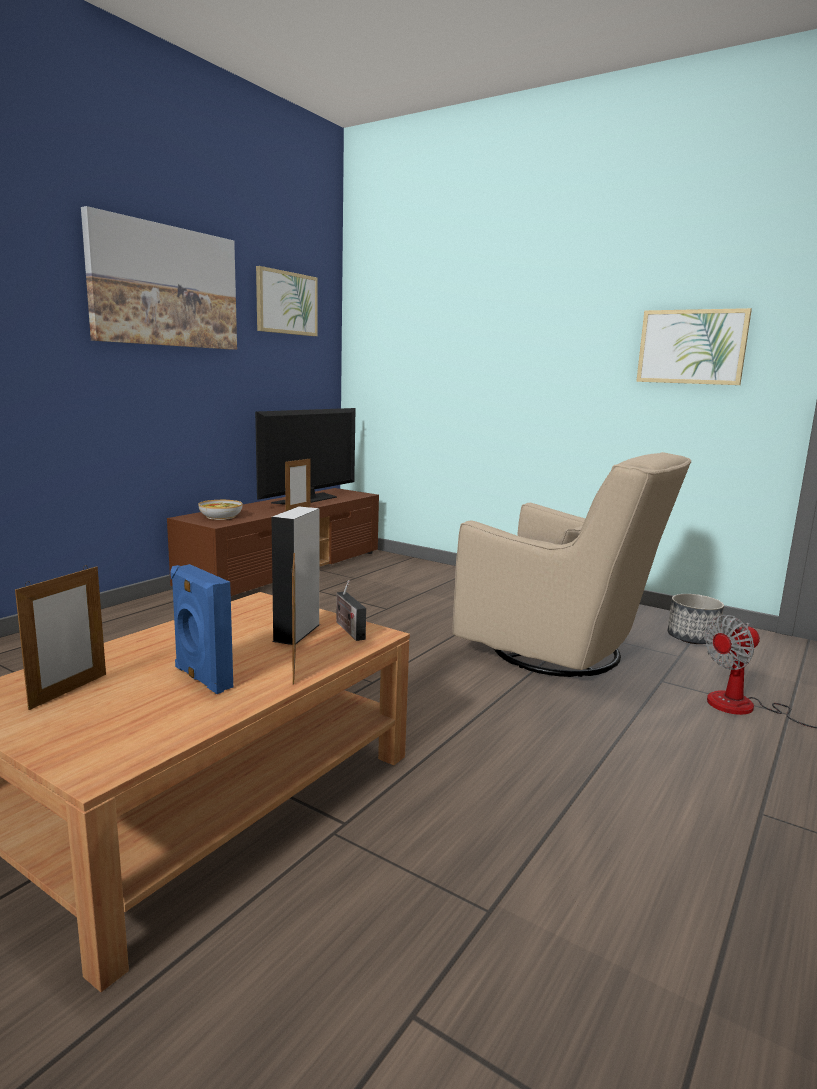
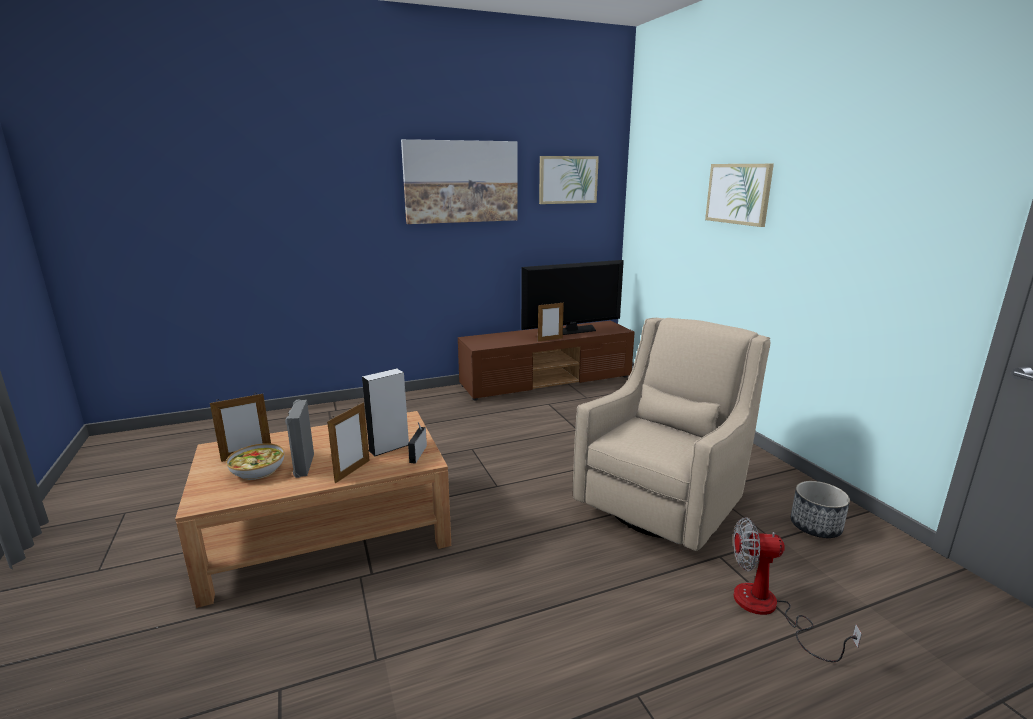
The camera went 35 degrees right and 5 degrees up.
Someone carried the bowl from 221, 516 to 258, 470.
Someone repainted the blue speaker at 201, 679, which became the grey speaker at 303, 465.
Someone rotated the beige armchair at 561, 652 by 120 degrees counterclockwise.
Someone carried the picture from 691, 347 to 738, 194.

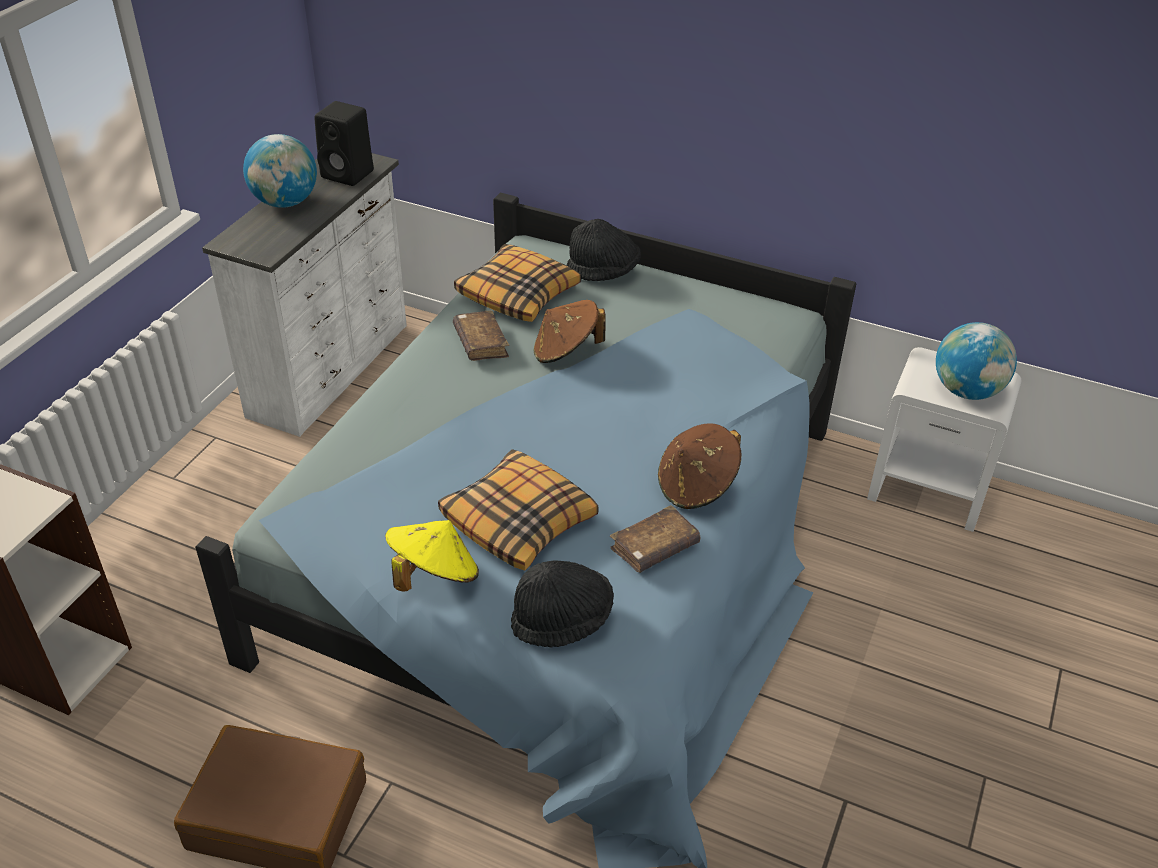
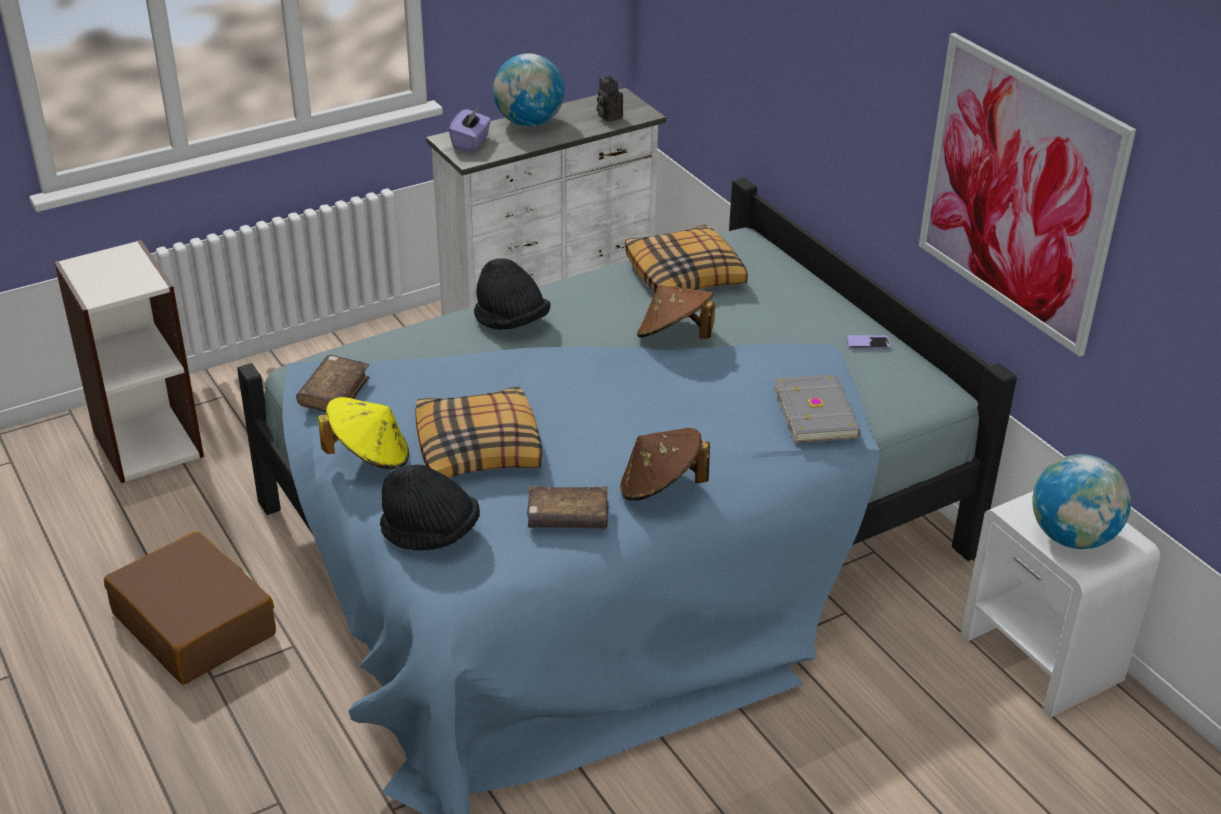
The camera went 35 degrees right and 5 degrees down.
Someone carried the brown book from 481, 343 to 334, 393.
Someone put down the purple tissue box at 471, 143.
Someone carried the black hat from 603, 272 to 511, 322.
Someone swapped the black speaker at 349, 174 for the photo camera at 608, 116.
Someone put down the grey book at 817, 412.
Someone put down the phone at 868, 344.
Someone put up the picture at 1019, 192.

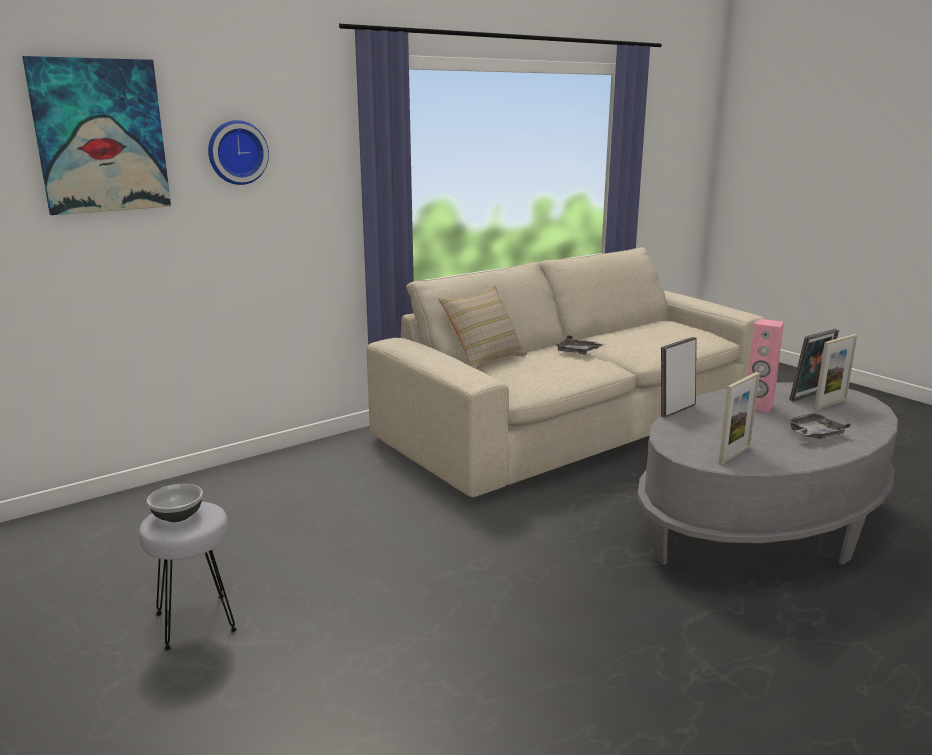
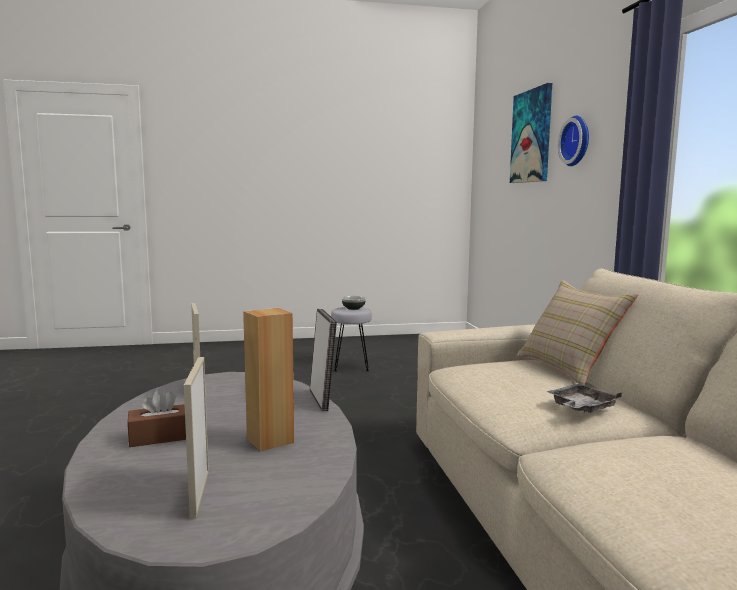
The camera went 115 degrees right and 10 degrees down.
Someone swapped the grey tray at 813, 434 for the brown tissue box at 161, 437.
Someone repainted the pink speaker at 758, 406, which became the brown speaker at 270, 441.
Someone took away the picture frame at 809, 397.

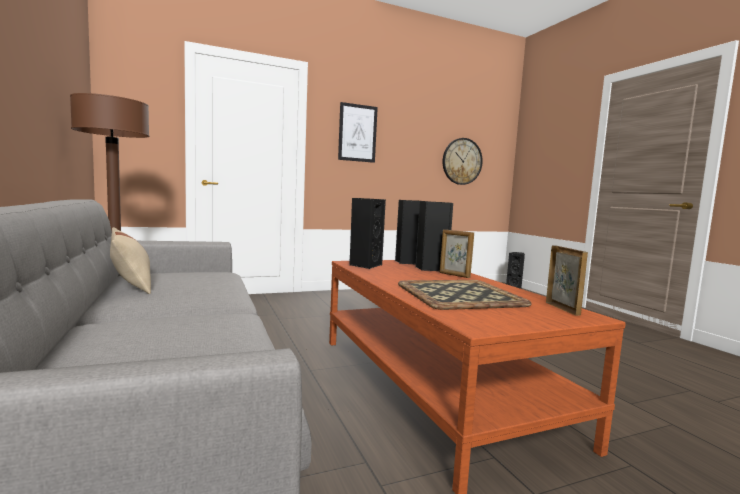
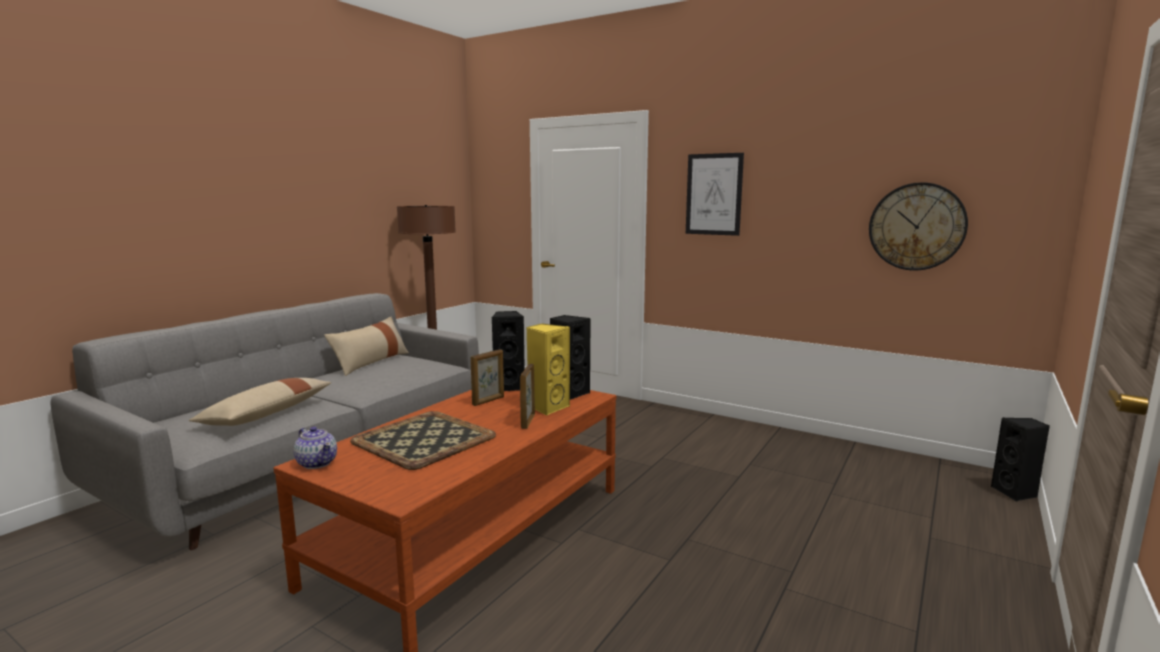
The camera went 55 degrees right and 5 degrees up.
Someone put down the beige pillow at 267, 414.
Someone put down the teapot at 317, 463.
Someone carried the picture frame from 562, 308 to 489, 401.
Someone repainted the black speaker at 430, 268, which became the yellow speaker at 547, 407.

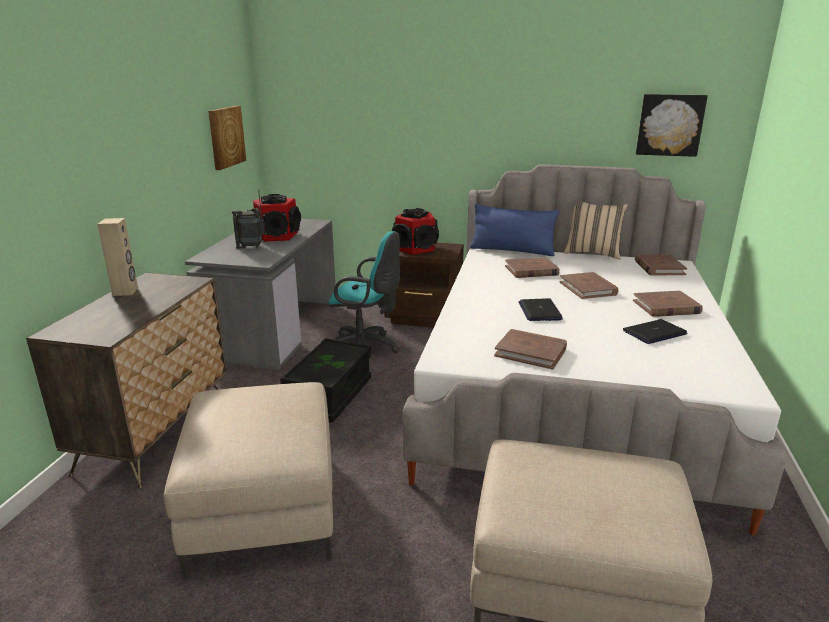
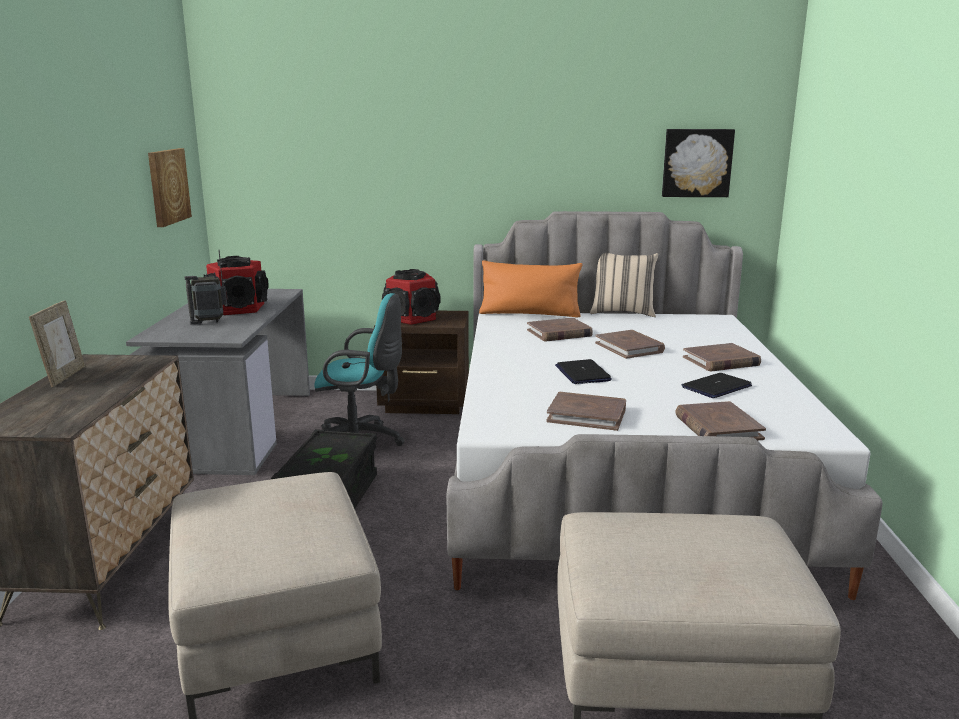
The camera went 10 degrees left and 5 degrees down.
Someone swapped the beige speaker at 125, 291 for the picture frame at 64, 376.
Someone repainted the blue pillow at 512, 250, which became the orange pillow at 529, 314.
Someone carried the brown book from 659, 267 to 717, 427.

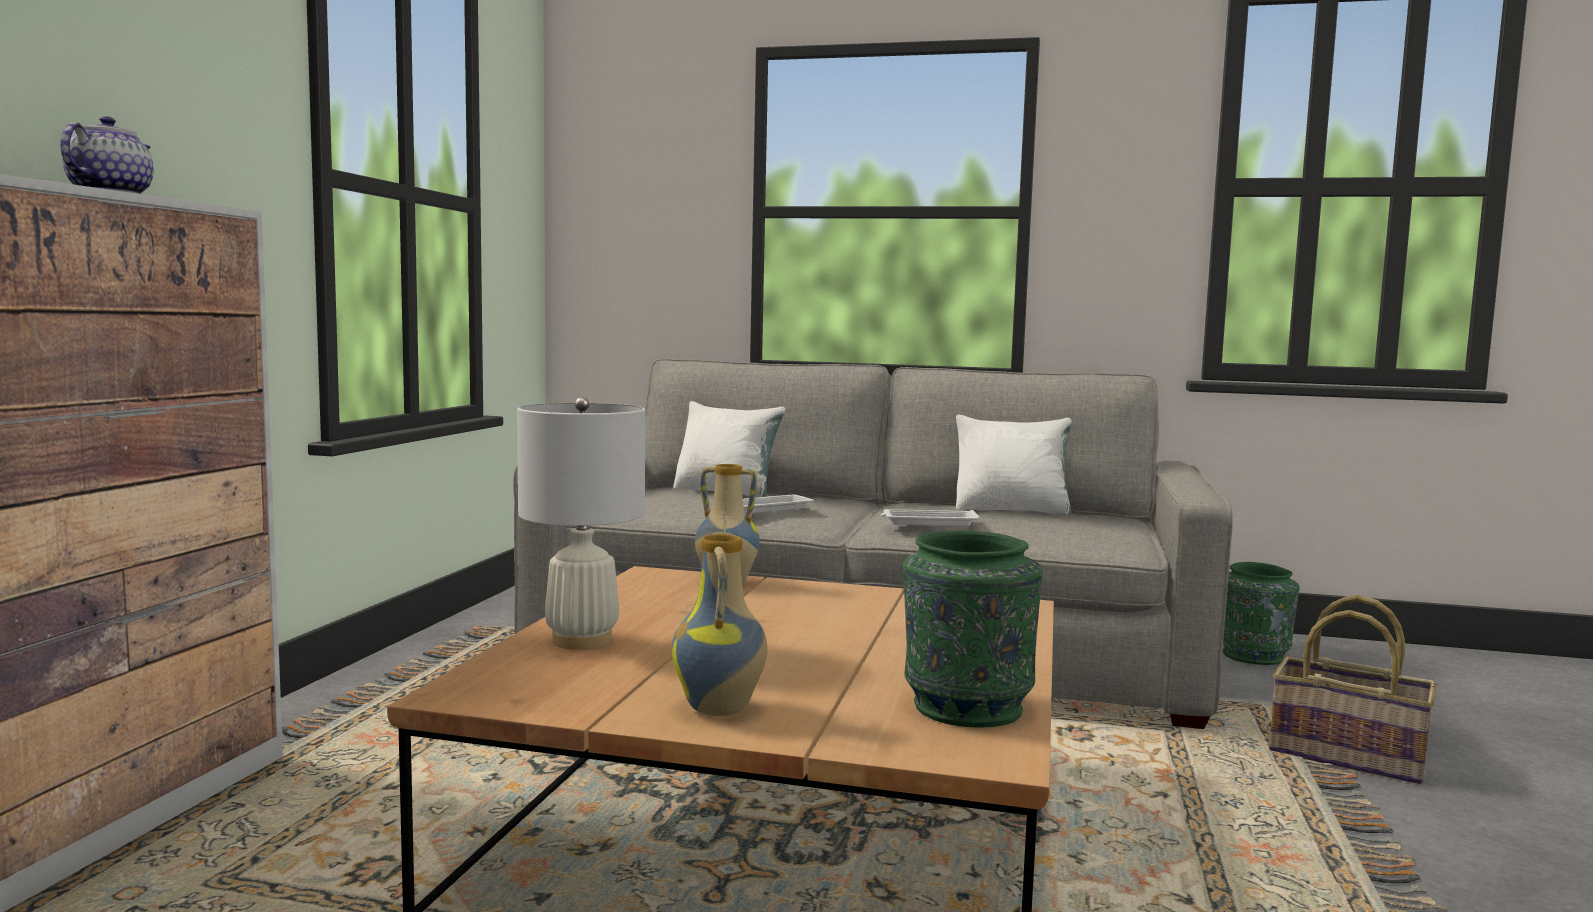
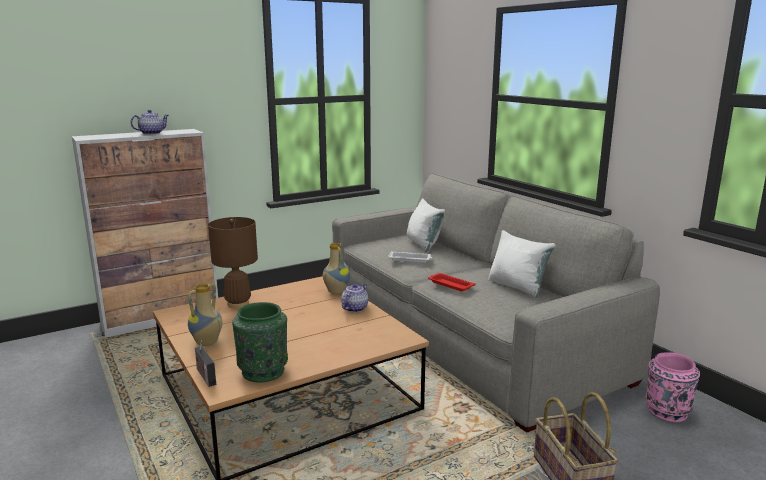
The camera went 45 degrees right and 10 degrees up.
Someone put down the radio at 205, 376.
Someone repainted the white table lamp at 582, 640, which became the brown table lamp at 238, 303.
Someone put down the teapot at 354, 308.
Someone repainted the white tray at 928, 522, which became the red tray at 450, 284.
Someone repainted the green vase at 1253, 657, which became the pink vase at 666, 412.

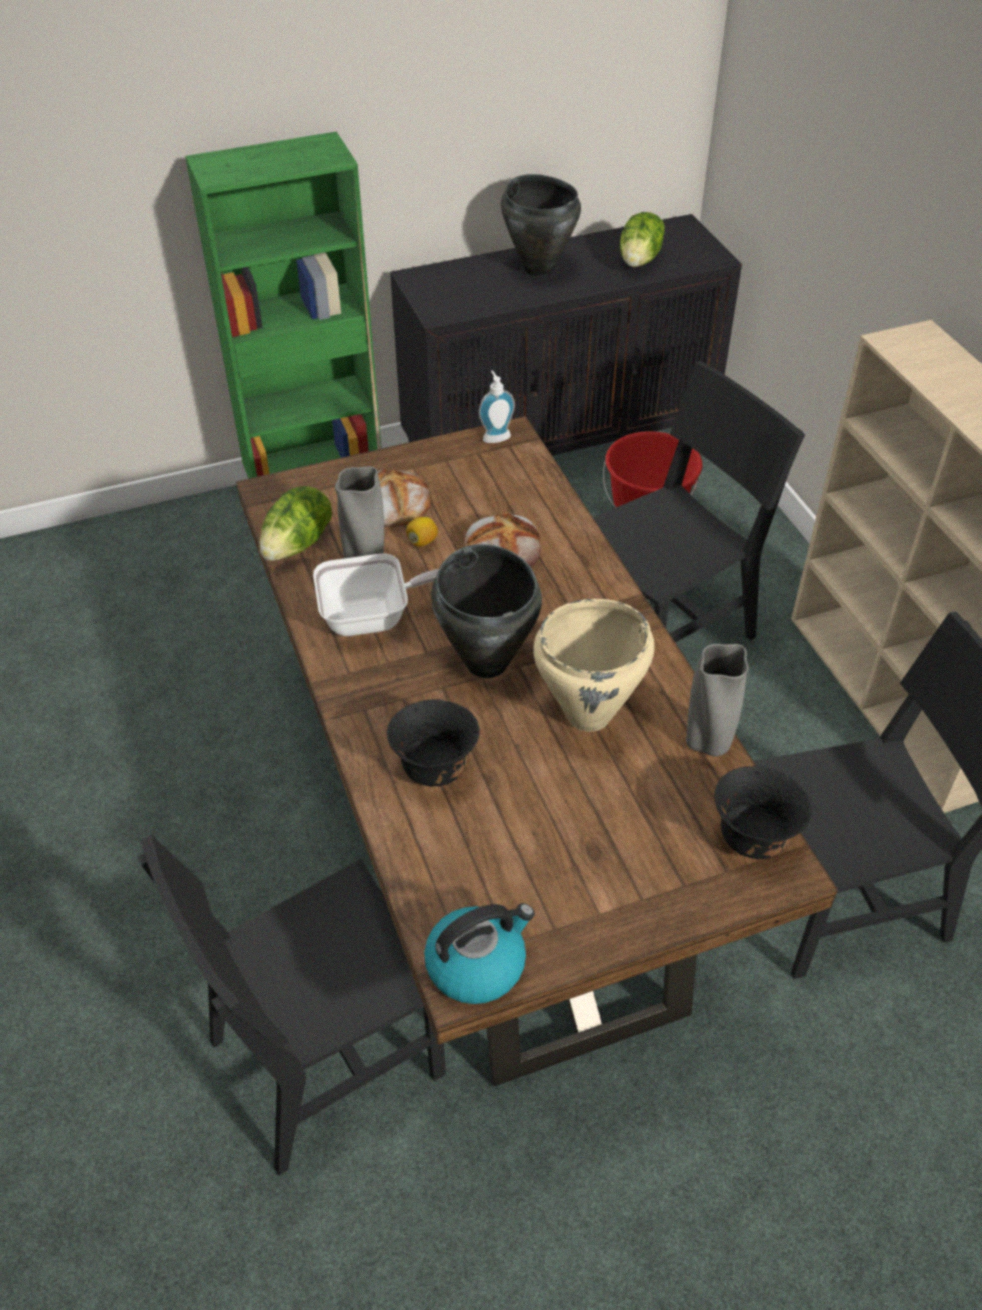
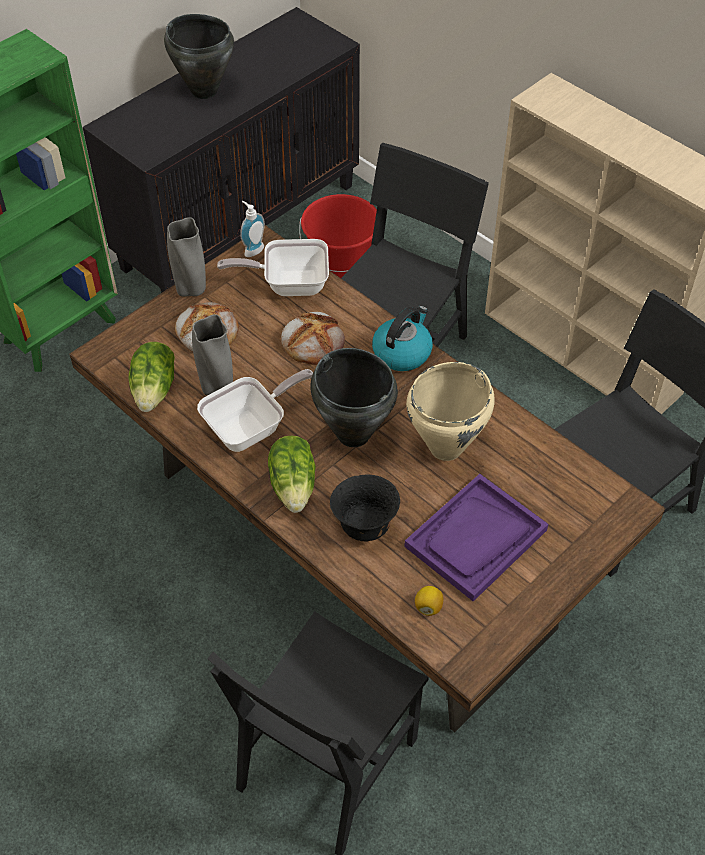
The camera went 25 degrees left and 5 degrees up.
Someone carried the grey vase from 707, 744 to 191, 290.
Someone put down the frying pan at 288, 284.
Someone carried the lettuce from 640, 260 to 294, 485.
Someone carried the kettle from 477, 964 to 402, 352.
Someone put down the purple tray at 476, 539.
Someone carried the lemon from 422, 541 to 428, 607.
Someone took away the black bowl at 752, 839.

